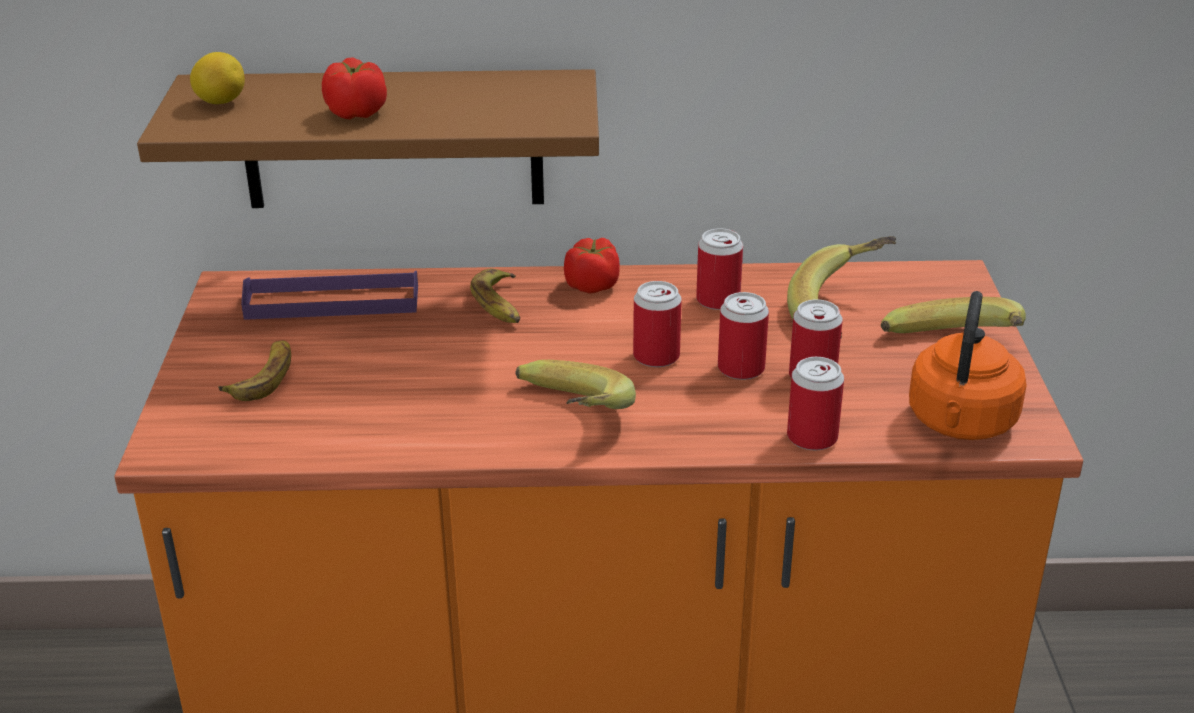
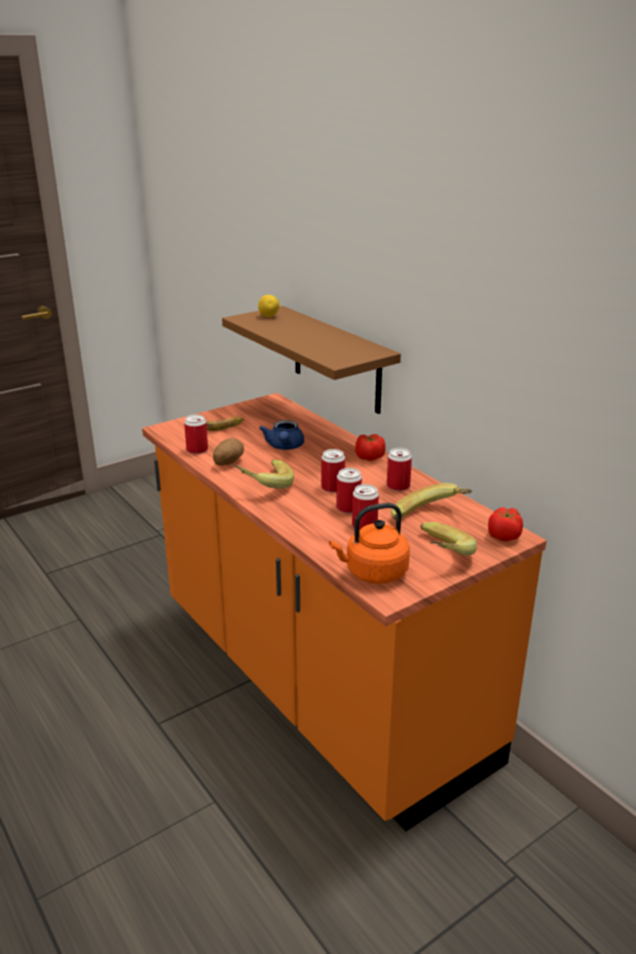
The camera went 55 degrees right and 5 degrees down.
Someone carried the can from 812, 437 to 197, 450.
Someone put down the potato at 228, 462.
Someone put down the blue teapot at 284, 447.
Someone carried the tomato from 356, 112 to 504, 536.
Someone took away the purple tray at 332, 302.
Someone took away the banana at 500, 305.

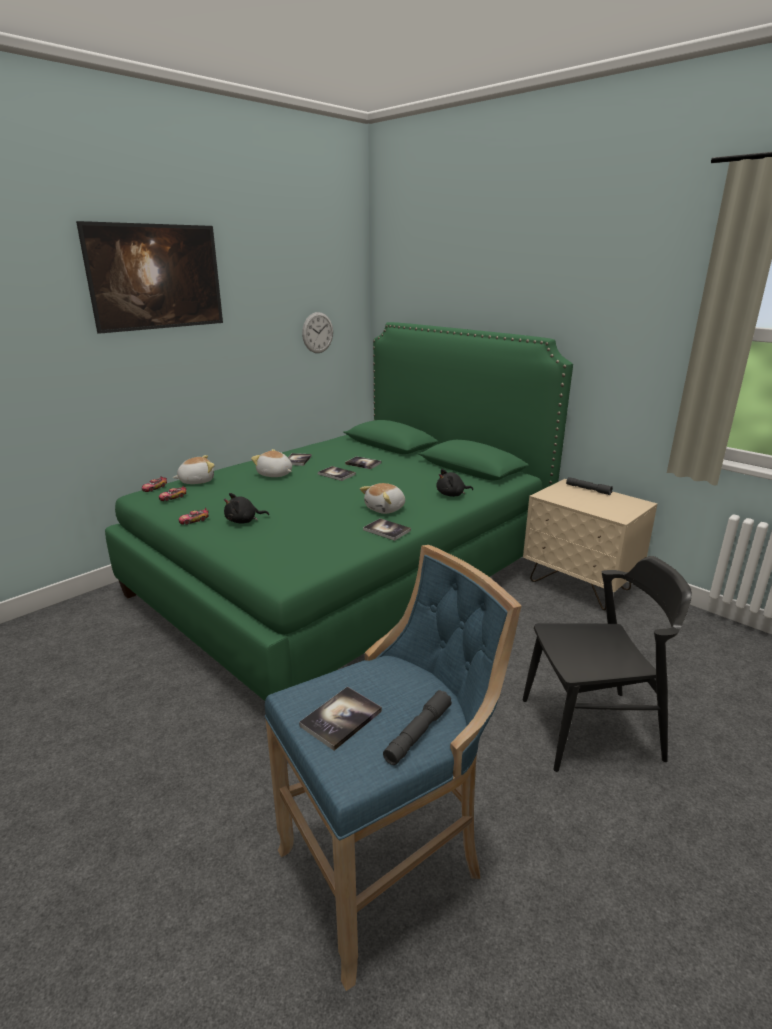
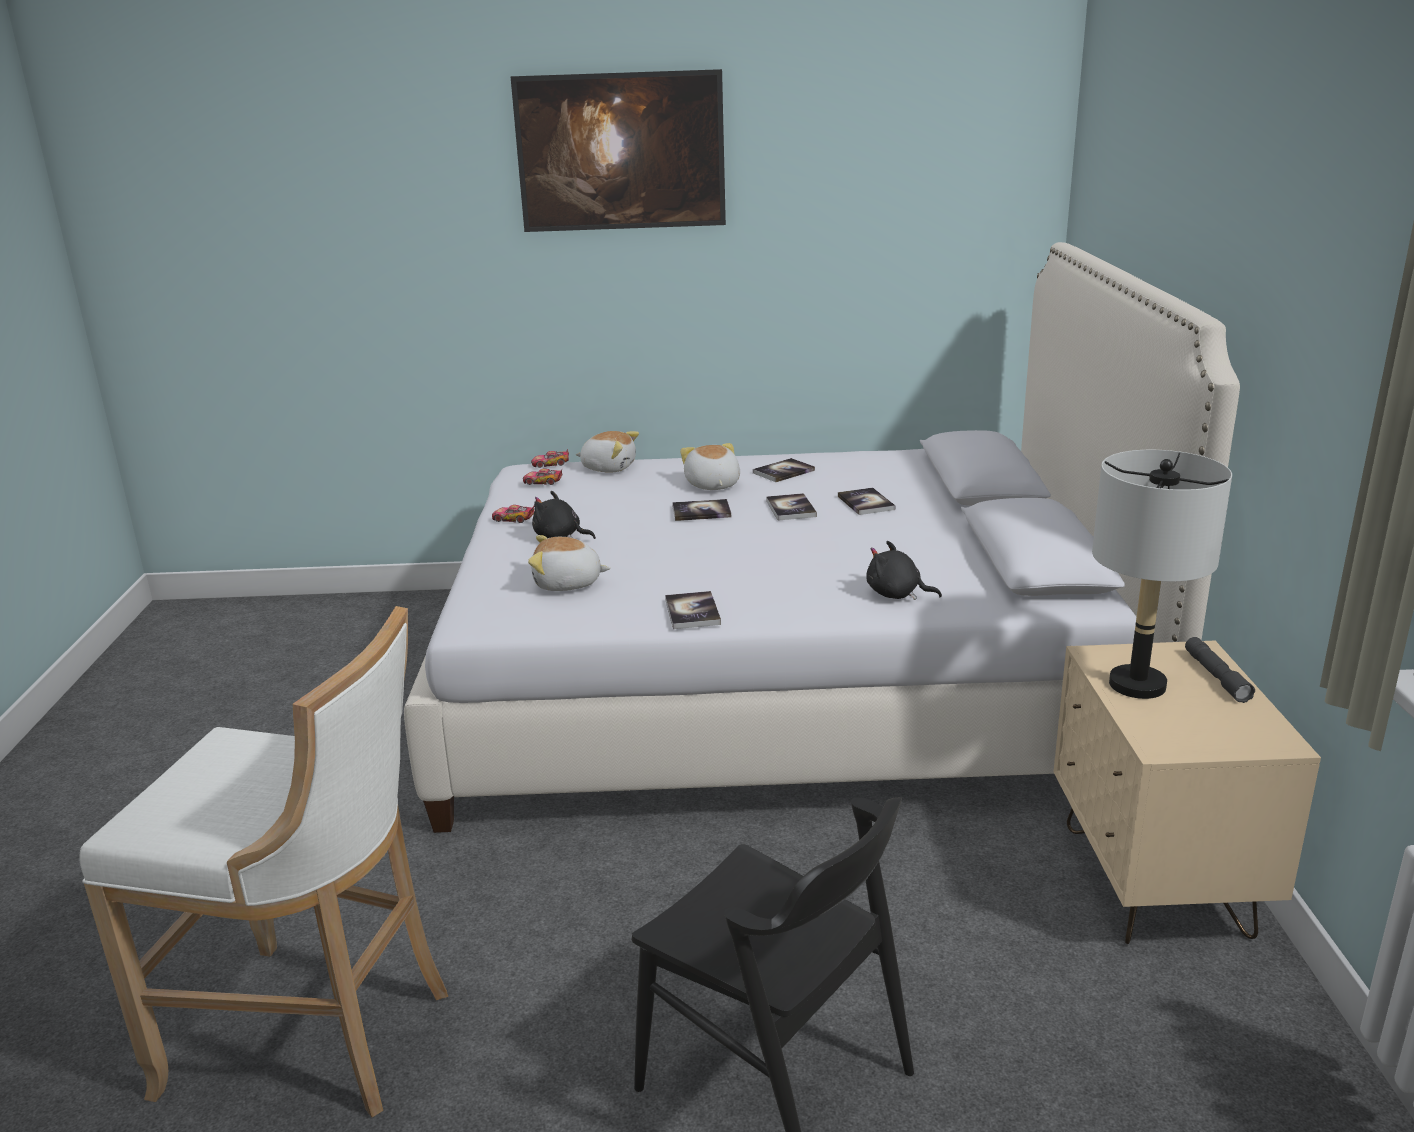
The camera went 45 degrees right and 0 degrees up.
Someone repainted the blue stool at 388, 867, which became the white stool at 319, 1036.
Someone repainted the green bed at 346, 575, which became the white bed at 782, 688.
Someone carried the plush toy from 386, 509 to 567, 584.
Someone carried the book from 341, 719 to 701, 512.
Someone put down the grey table lamp at 1138, 685.
Someone took away the wall clock at 317, 332.
Someone took away the grey flashlight at 418, 733.

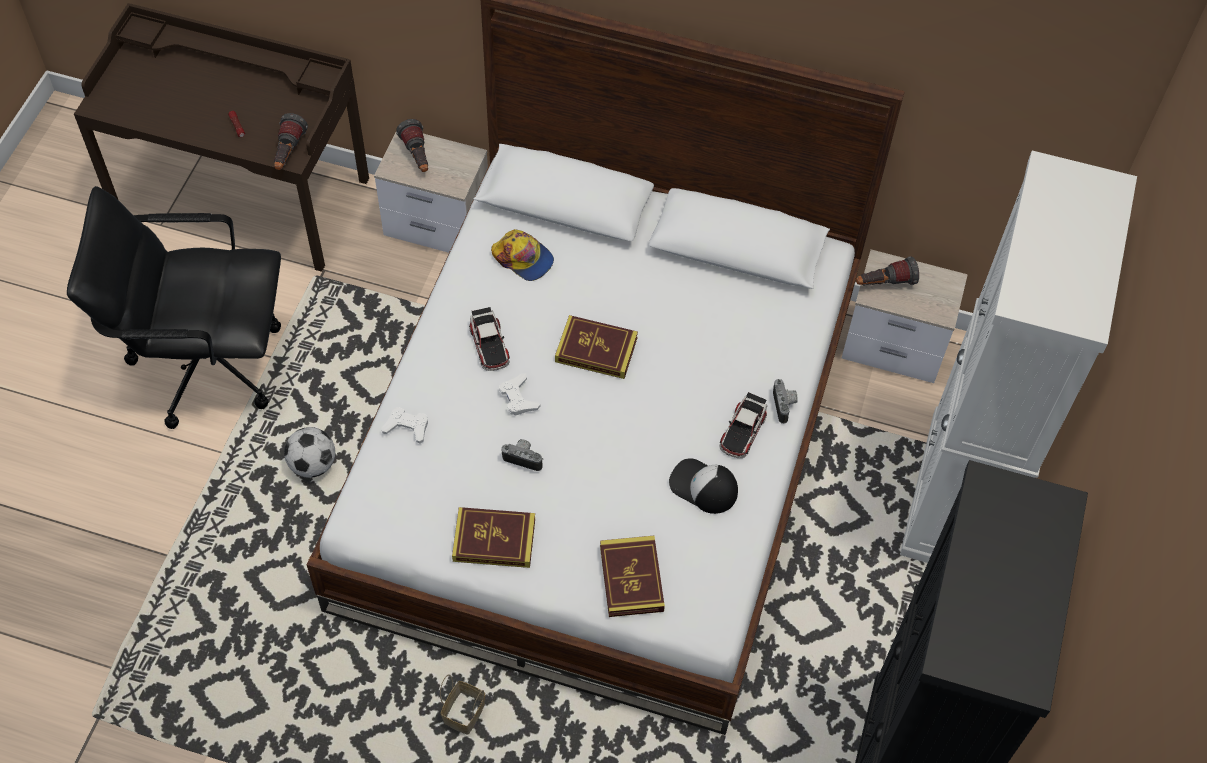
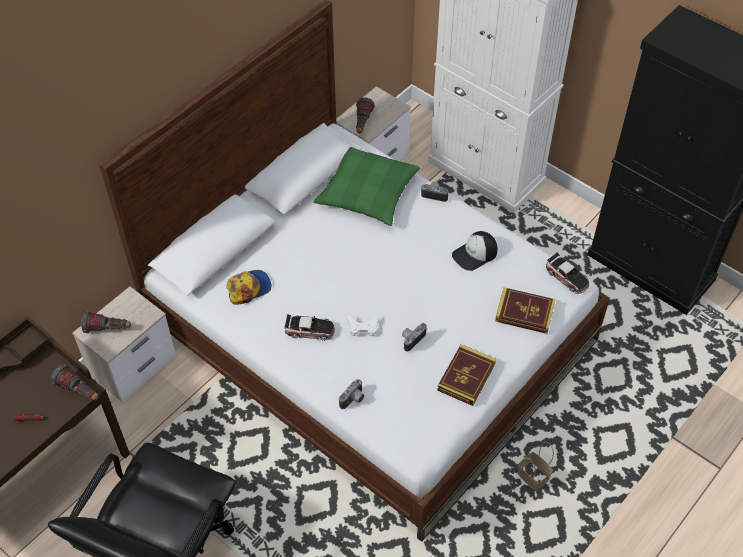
The camera went 65 degrees left and 5 degrees down.
Someone put down the green pillow at 367, 193.
Someone swapped the white game controller at 407, 427 for the photo camera at 353, 400.
Someone carried the toy car from 743, 430 to 567, 277.
Someone took away the football at 313, 464.
Someone took away the book at 596, 350.

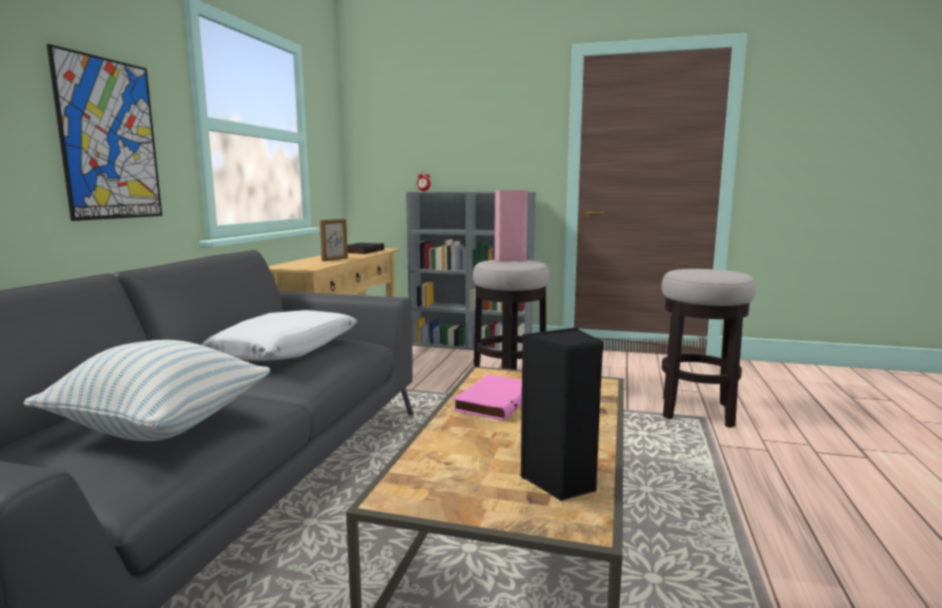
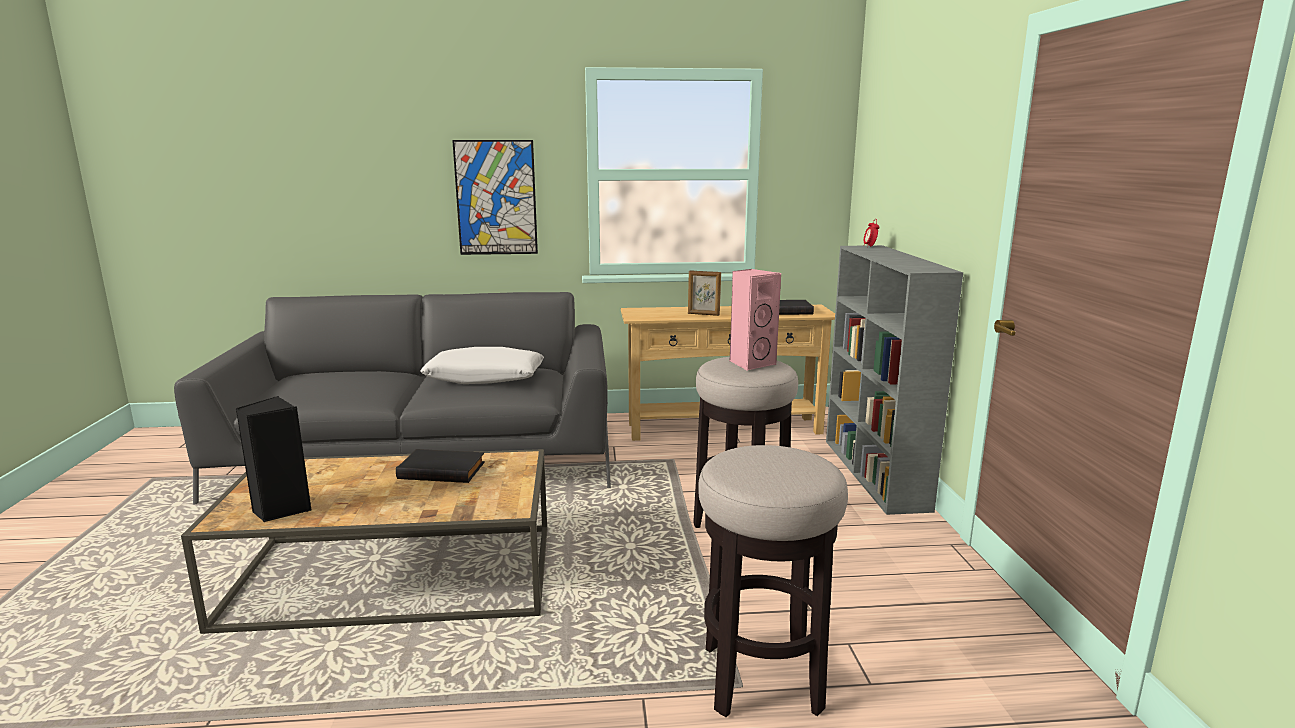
The camera went 70 degrees right and 5 degrees up.
Someone repainted the pink book at 494, 401, which became the black book at 443, 470.
Someone took away the pillow at 162, 427.

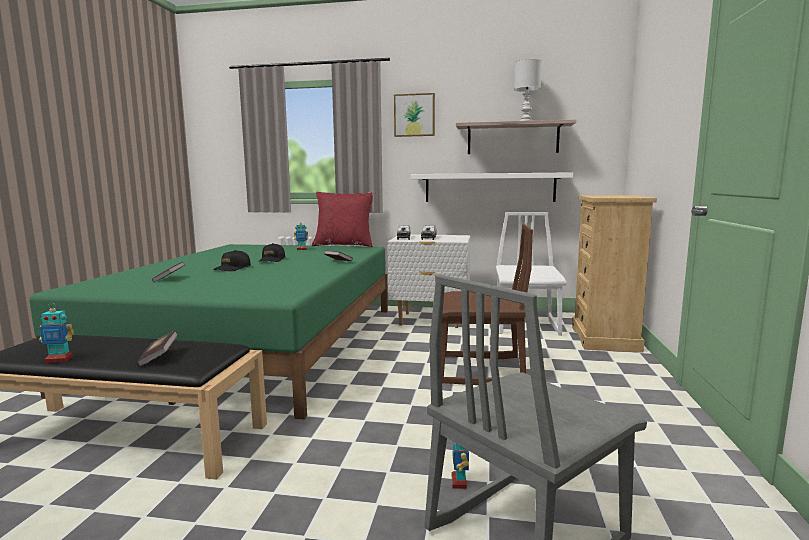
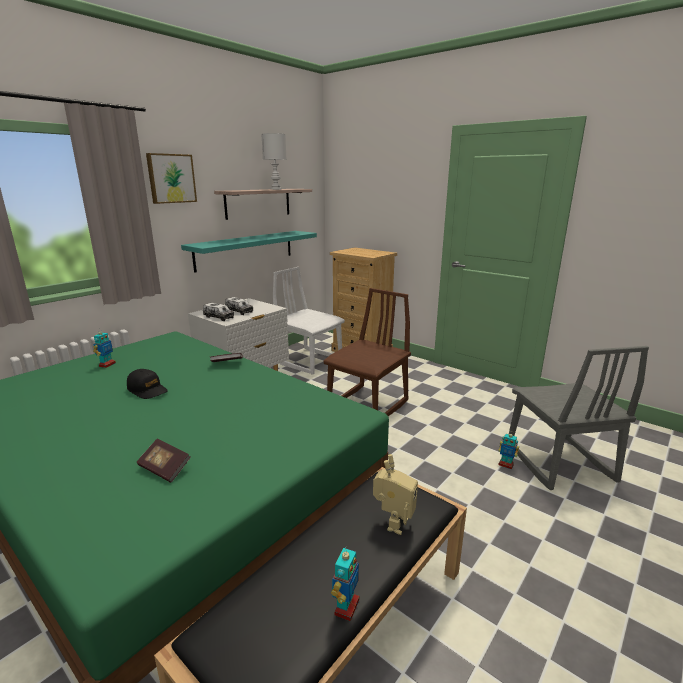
The camera went 60 degrees left and 10 degrees up.
Someone repainted the white shelf at 489, 187, which became the turquoise shelf at 245, 250.
Someone swapped the book at 159, 357 for the toy robot at 393, 523.
Someone took away the black cap at 232, 268.
Someone took away the red pillow at 344, 245.

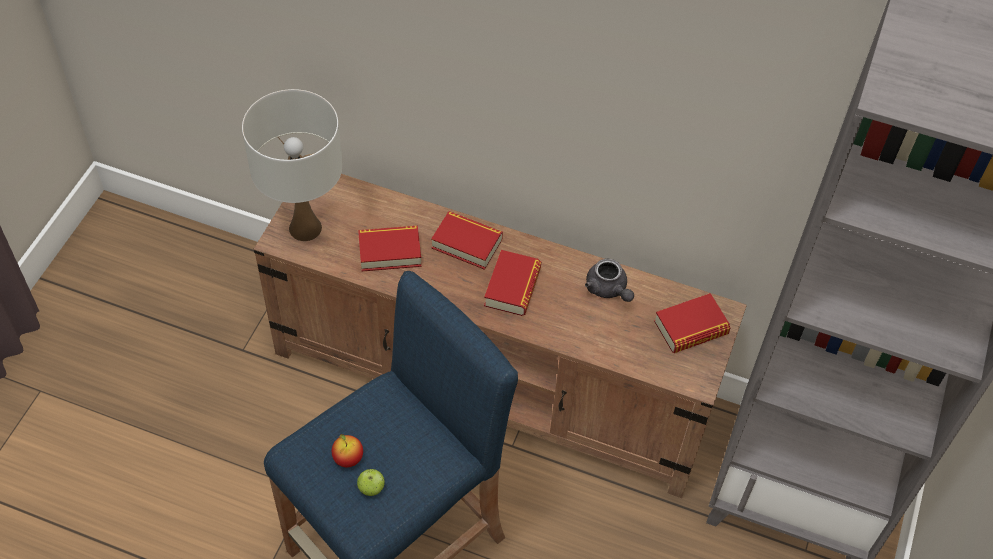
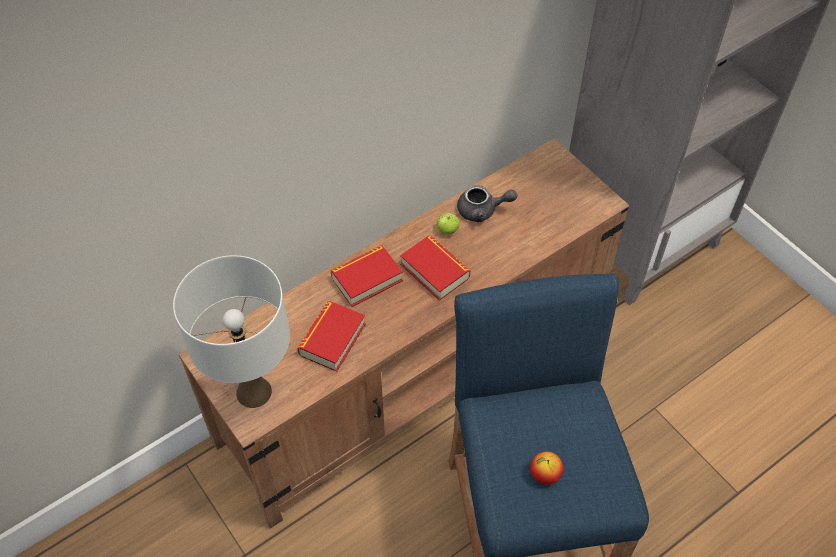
The camera went 55 degrees left and 0 degrees up.
Someone carried the apple from 371, 488 to 447, 230.
Someone took away the book at 690, 328.

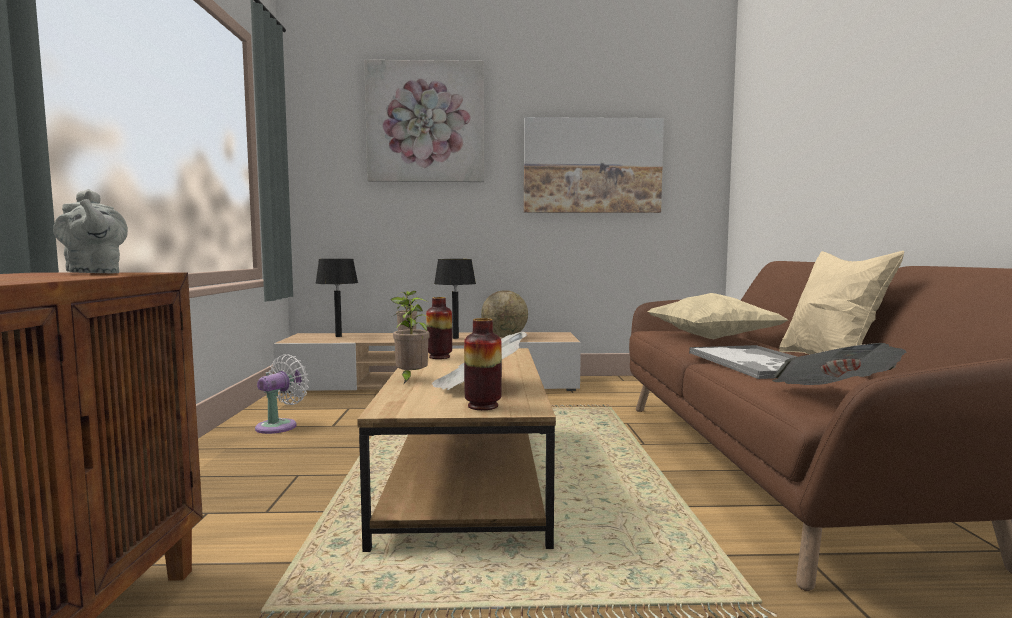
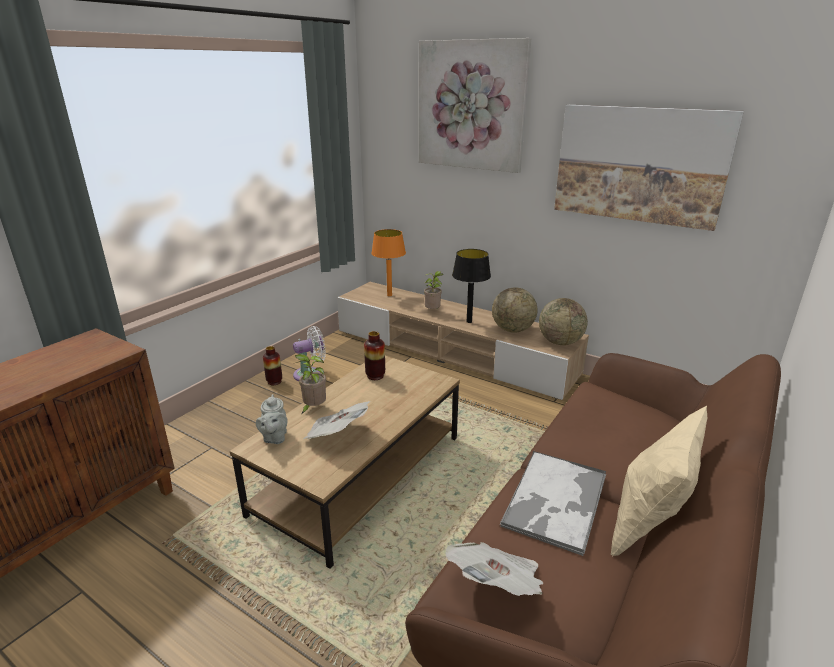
The camera went 35 degrees right and 20 degrees up.
Someone carried the grey teapot from 94, 273 to 274, 438.
Someone carried the vase from 483, 406 to 274, 382.
Someone repainted the black table lamp at 338, 336, which became the orange table lamp at 389, 295.
Someone put down the globe at 560, 342.
Someone took away the beige pillow at 711, 338.

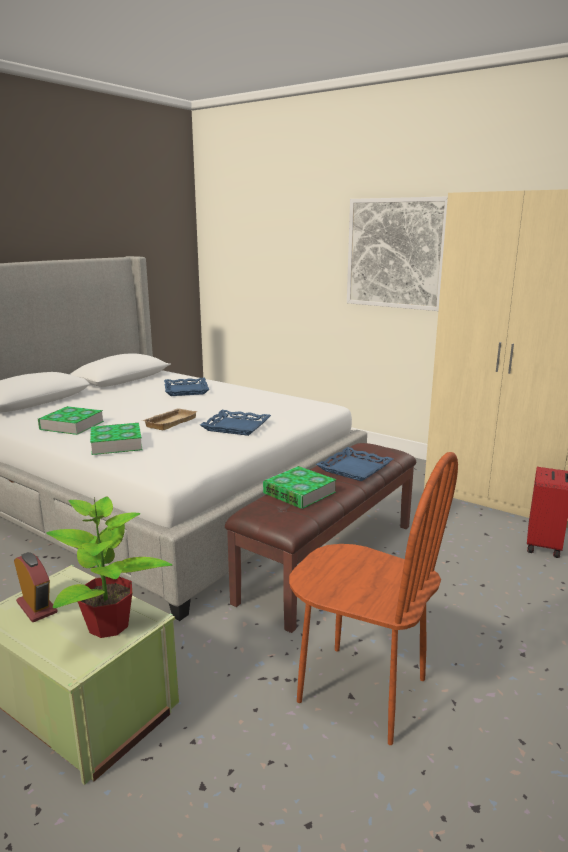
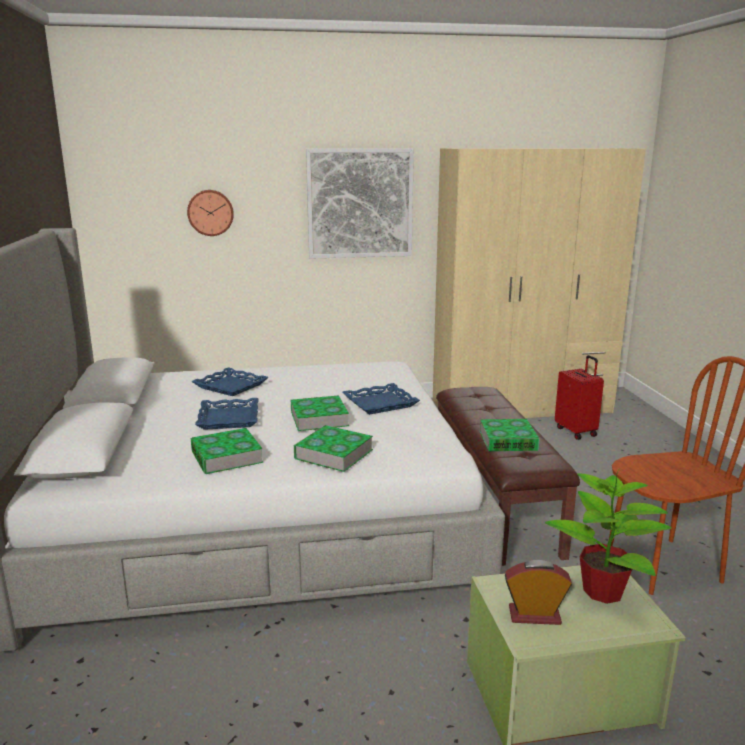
The camera went 45 degrees left and 0 degrees up.
Someone put up the wall clock at 210, 212.
Someone carried the blue tray from 354, 468 to 228, 418.
Someone swapped the beige tray at 170, 422 for the book at 319, 418.

